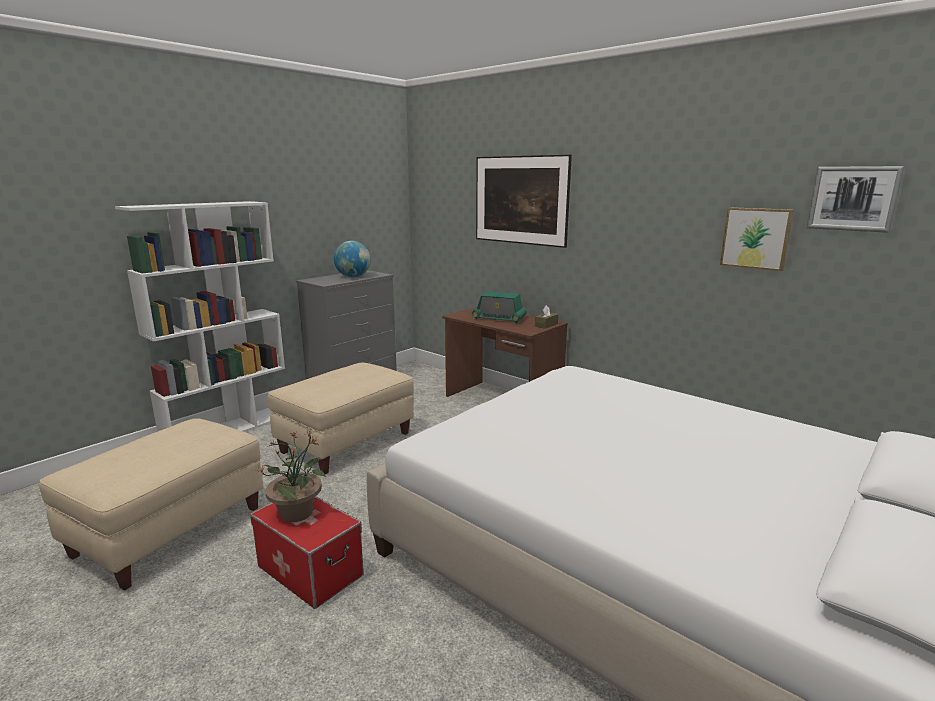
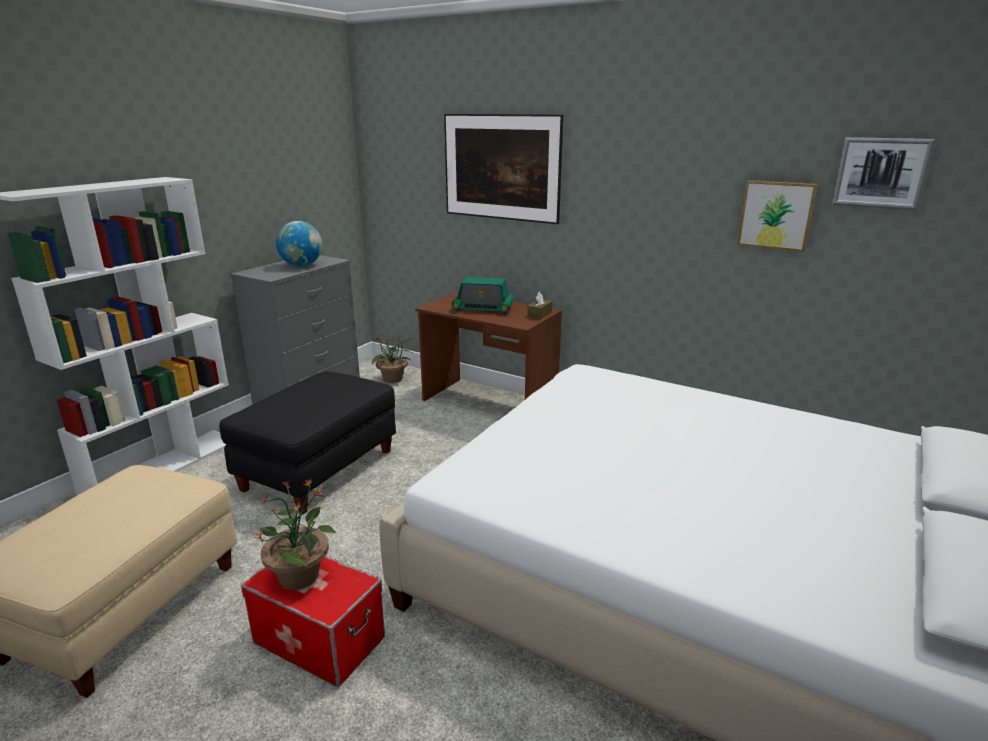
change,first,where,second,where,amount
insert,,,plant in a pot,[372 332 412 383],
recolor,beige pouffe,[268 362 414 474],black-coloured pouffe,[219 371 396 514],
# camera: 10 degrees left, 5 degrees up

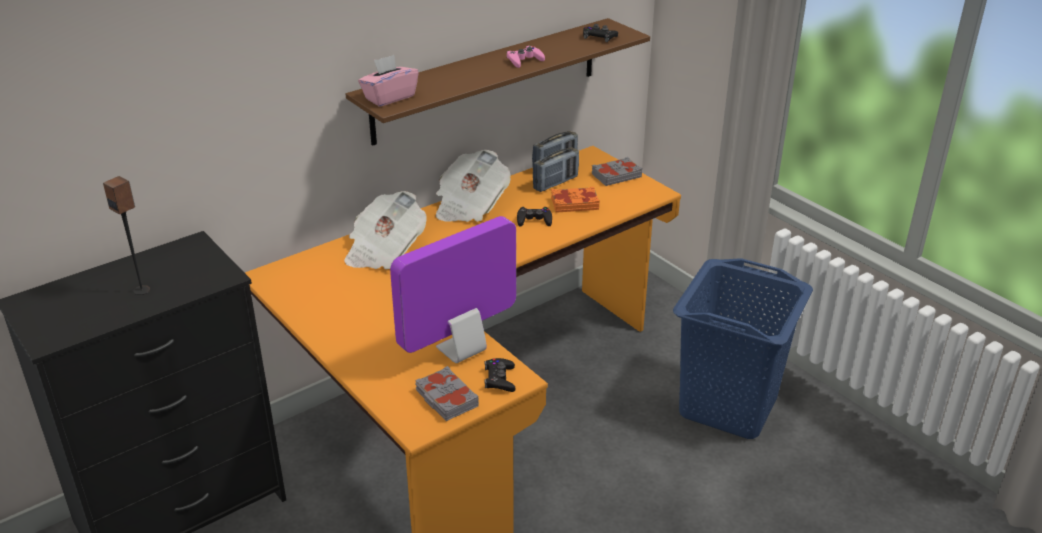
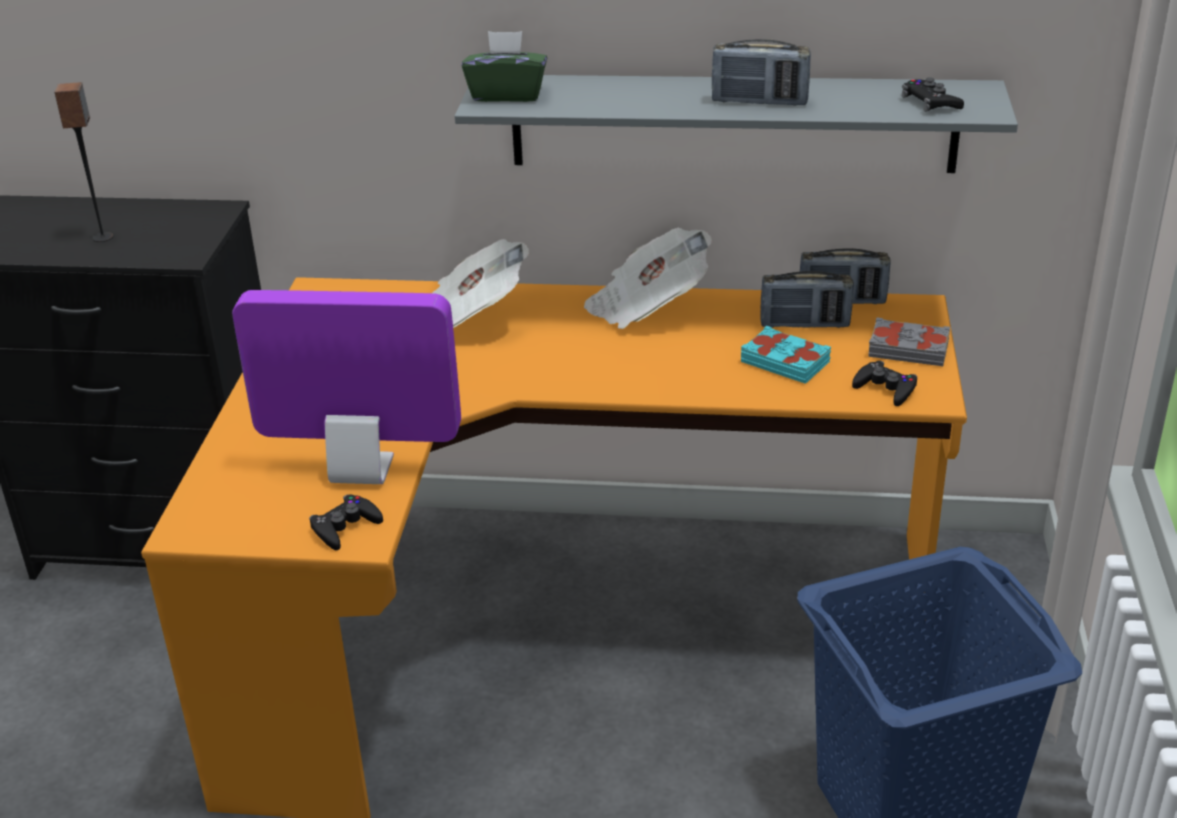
change,first,where,second,where,amount
delete,gray book,[415 366 479 421],,,
move,black-coloured game controller,[517 207 552 226],,[852 361 917 406],
replace,pink game controller,[507 46 545 68],radio receiver,[712 39 811 106],
recolor,brownish wall shelf,[346 18 650 146],gray wall shelf,[455 75 1018 173],
recolor,pink tissue holder,[358 55 419 107],greenish tissue holder,[462 31 547 102],
recolor,orange-coloured book,[551 187 599 213],blue-green book,[741 326 831 384],
# camera: 45 degrees right, 0 degrees up

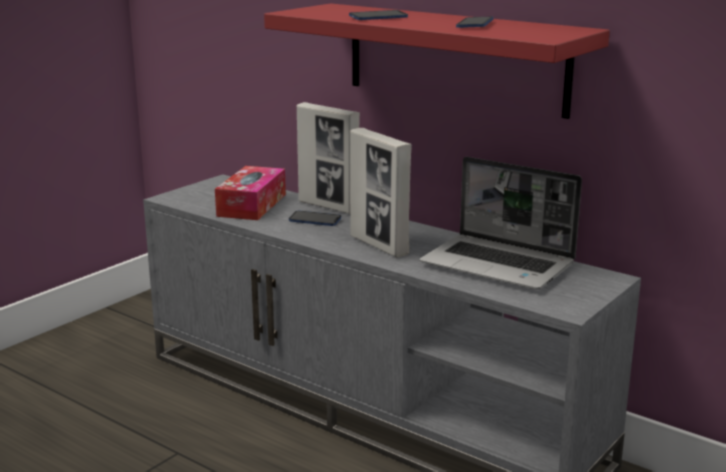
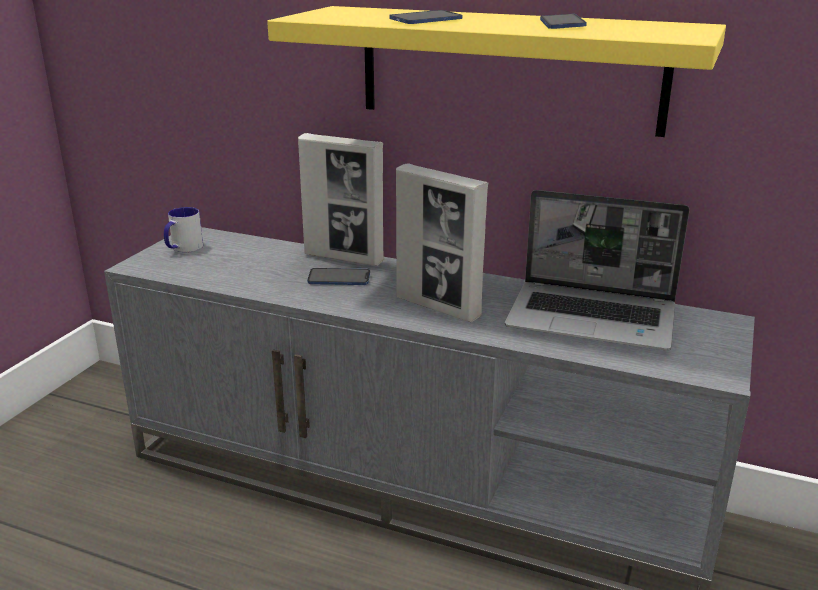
change,first,where,second,where,amount
delete,tissue holder,[215 166 286 220],,,
insert,,,mug,[164 207 203 252],
recolor,red-coloured wall shelf,[264 3 610 119],yellow wall shelf,[267 6 726 137],
# camera: 15 degrees left, 5 degrees up

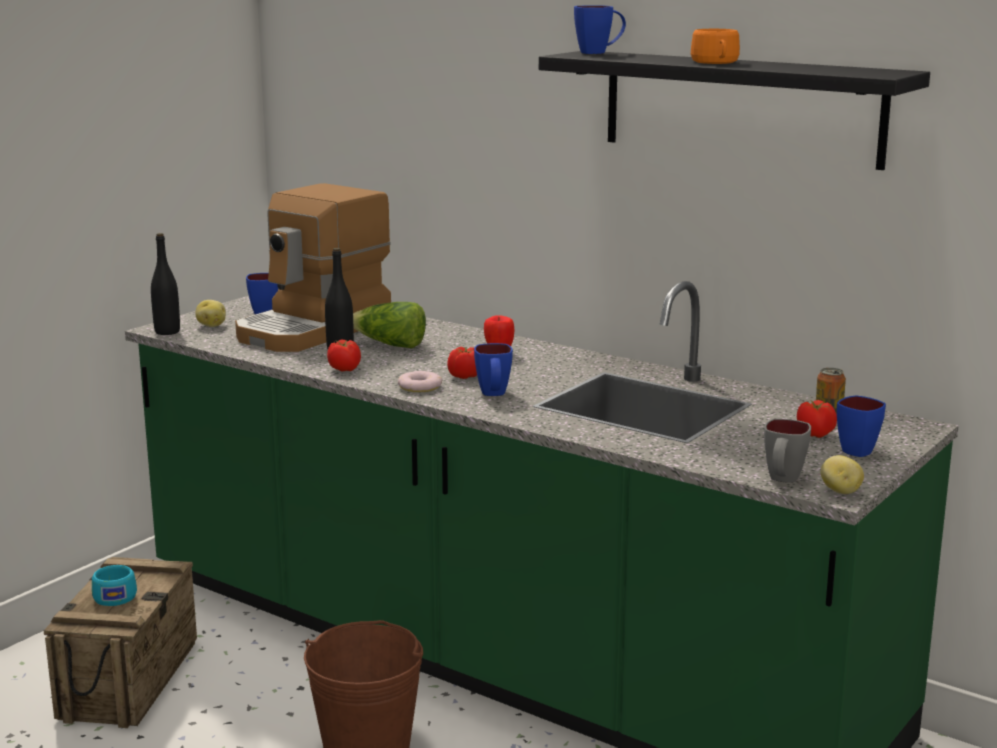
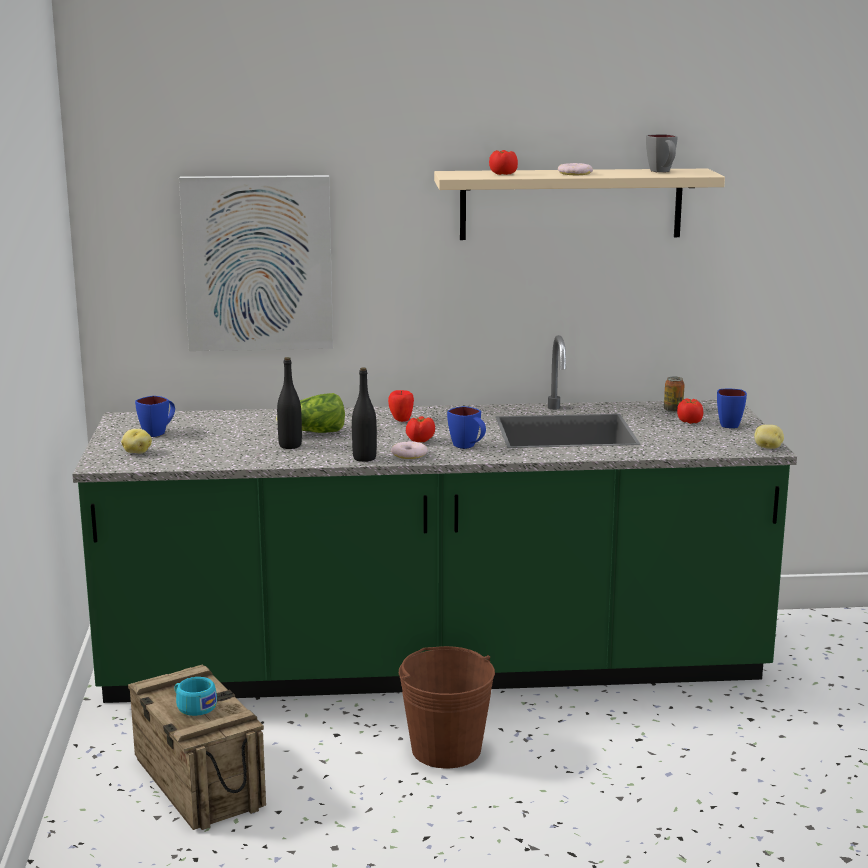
change,first,where,second,where,amount
delete,coffee maker,[235 183 391 352],,,
delete,bluish mug,[574 5 626 54],,,
insert,,,wall picture,[179 175 333 351],
move,black-coloured beverage bottle,[151 233 180 335],,[352 368 377 462],
move,fresh tomato,[327 340 361 372],,[489 150 518 175],
move,gray mug,[764 419 811 483],,[646 134 677 172],
replace,orange-coloured cup,[691 29 740 64],doughnut,[558 163 593 175],
recolor,black-coloured wall shelf,[539 51 930 170],beige wall shelf,[434 169 725 240],
# camera: 40 degrees left, 0 degrees up

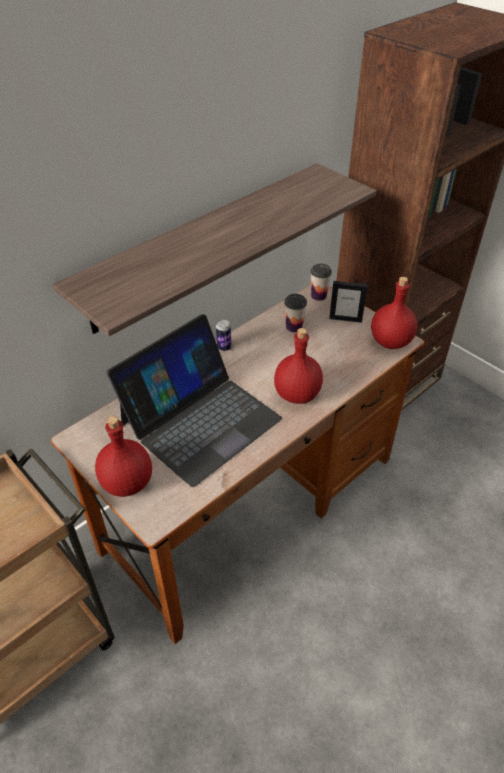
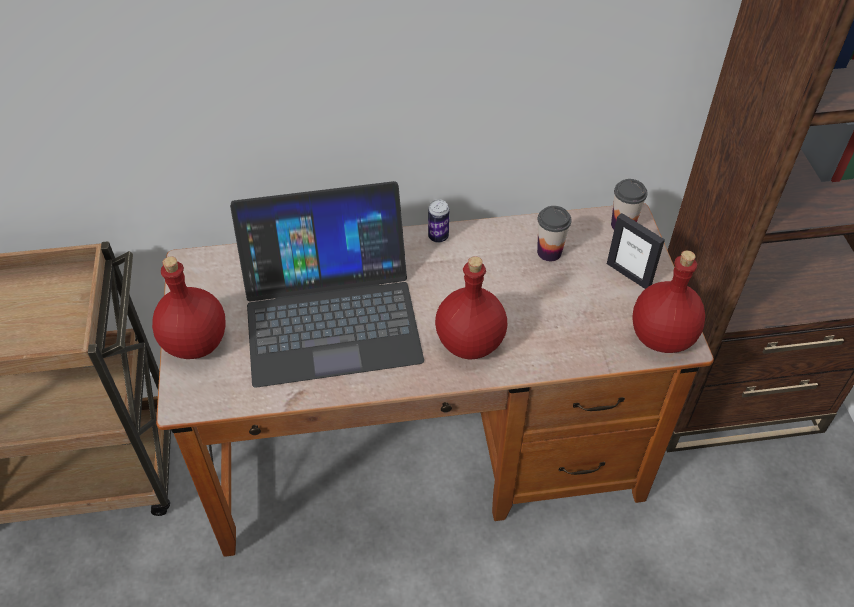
change,first,where,second,where,amount
delete,wall shelf,[52 163 377 336],,,
# camera: 35 degrees right, 5 degrees up

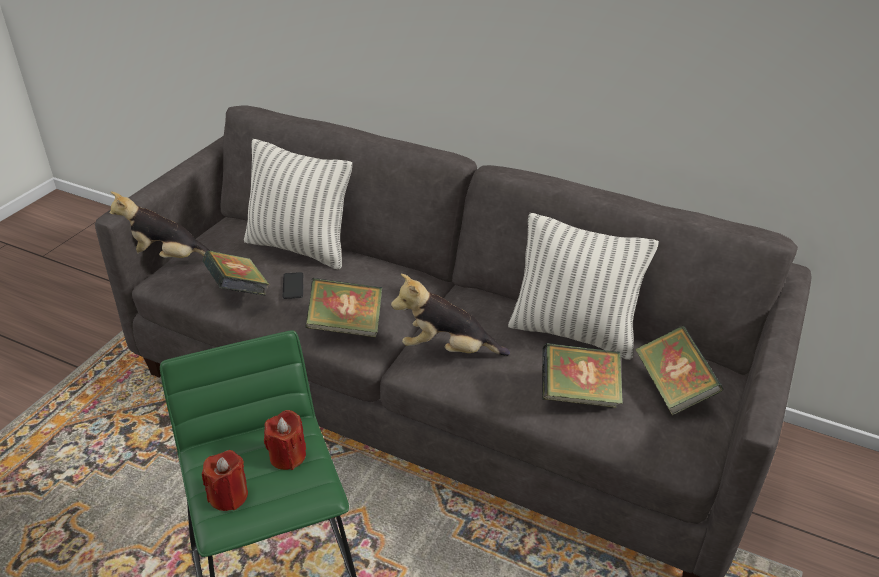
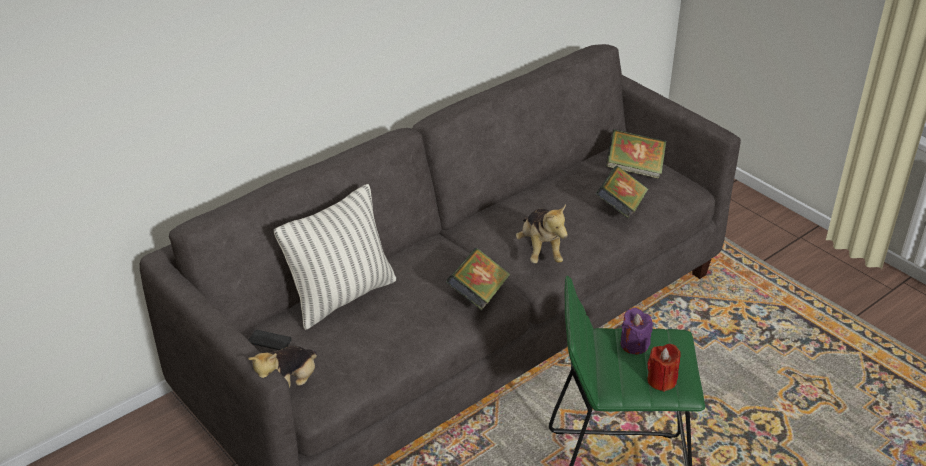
change,first,where,second,where,amount
delete,book,[202 251 270 296],,,
delete,pillow,[508 213 659 360],,,
move,handset,[283 272 303 299],,[249 330 292 350],
recolor,red-coloured wax light,[264 410 306 470],purplish wax light,[621 307 653 354],
rotate,cuddly toy,[391 273 510 356],,[516 204 568 263],45 degrees counterclockwise
# camera: 65 degrees left, 0 degrees up

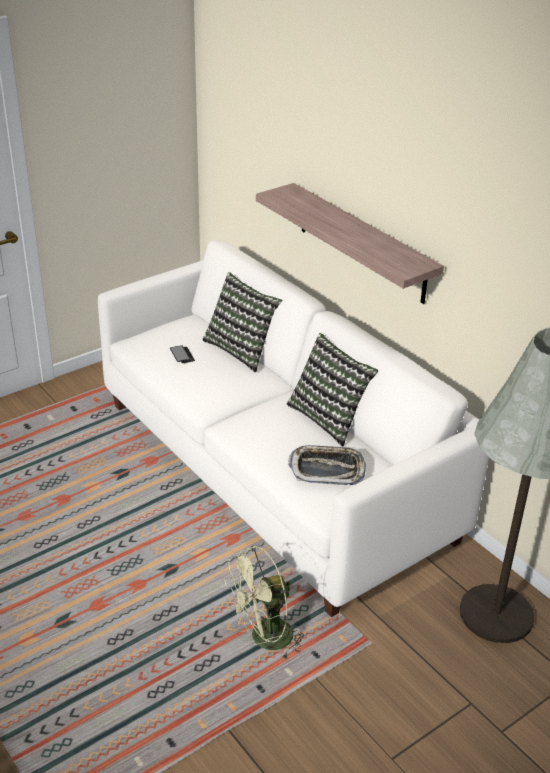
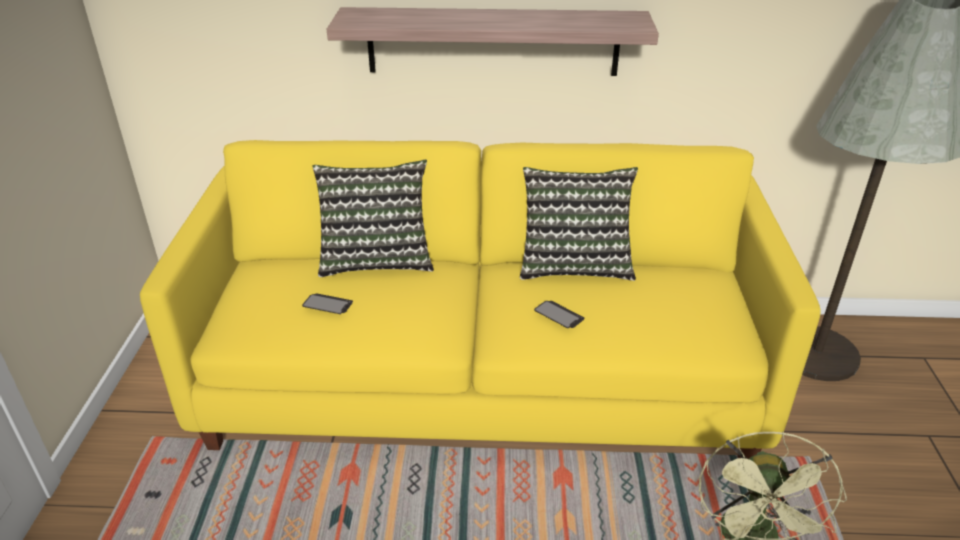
change,first,where,second,where,amount
delete,tray,[288 445 366 485],,,
insert,,,handset,[534 301 584 328],
recolor,white sofa,[98 240 489 617],yellow sofa,[140 140 821 459],
# camera: 50 degrees left, 0 degrees up

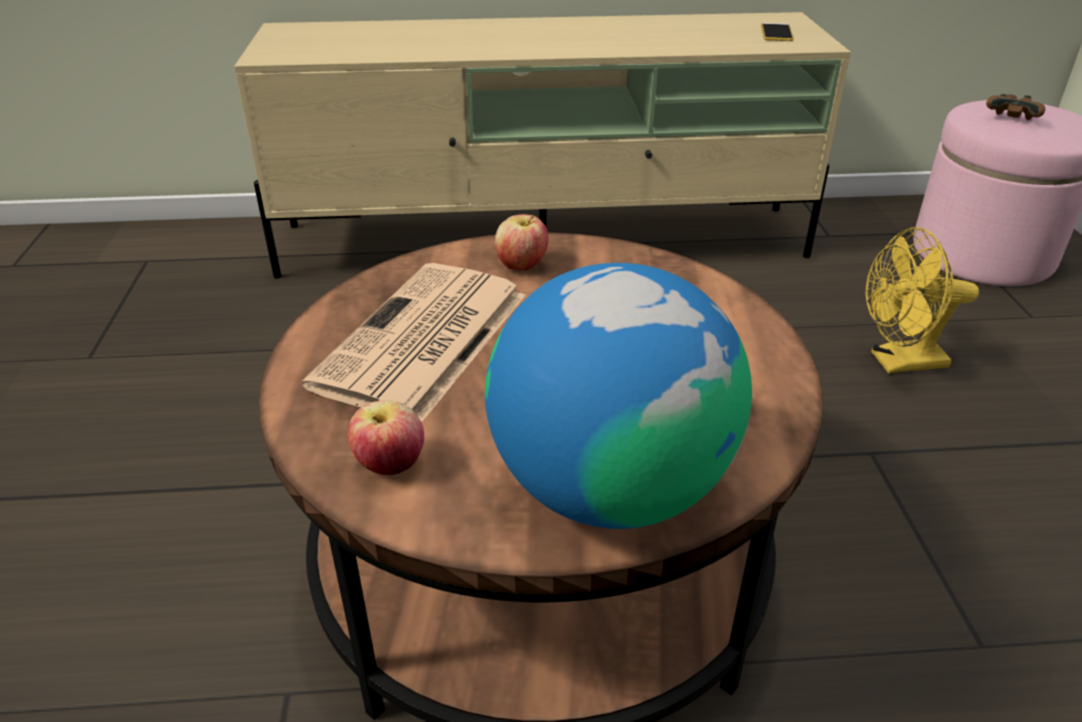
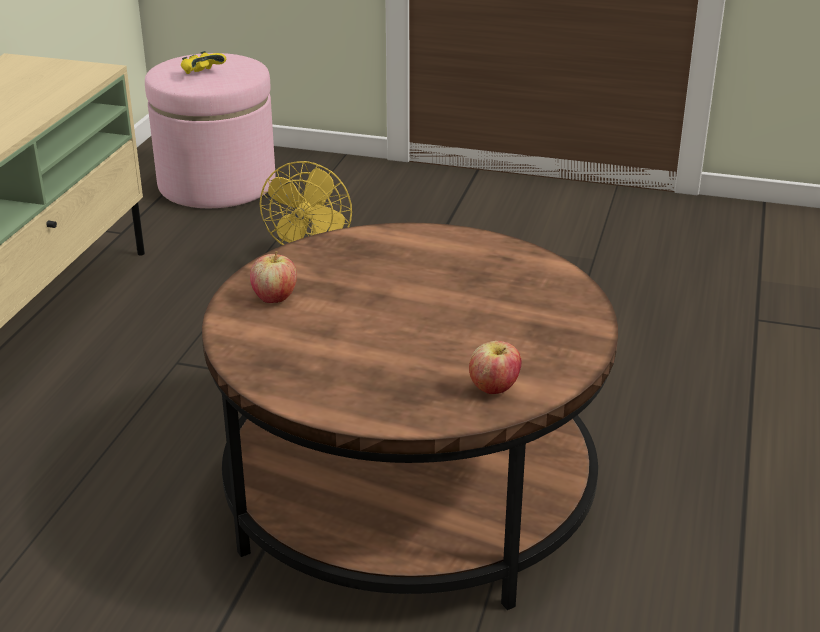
change,first,where,second,where,amount
delete,newspaper,[302 263 526 422],,,
delete,desk globe,[485 263 752 529],,,
delete,handset,[761 22 793 41],,,
recolor,brownish game controller,[986 94 1045 120],yellow game controller,[181 51 226 74],
# camera: 70 degrees left, 5 degrees down

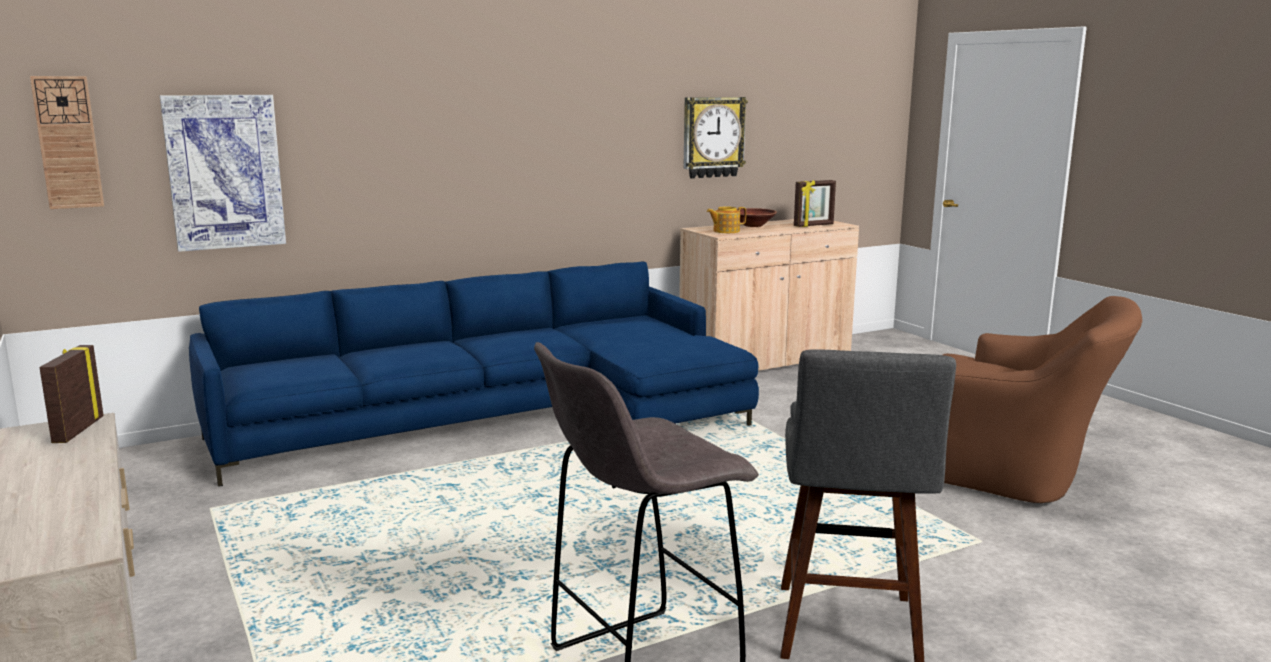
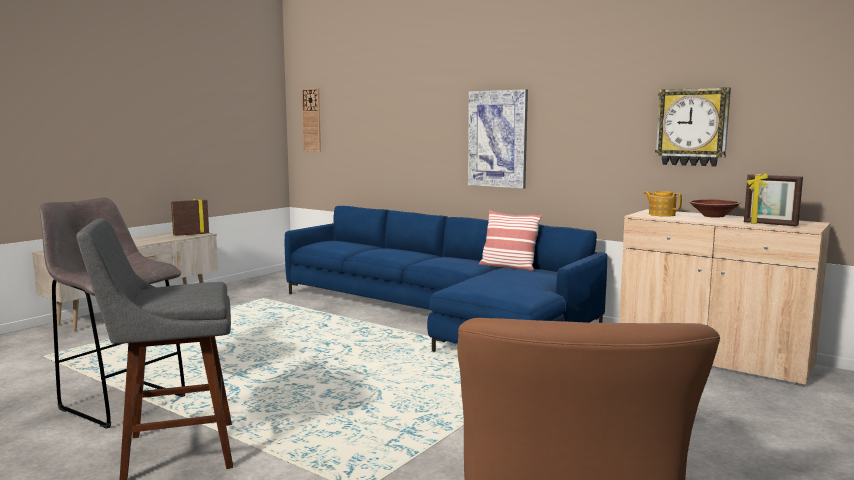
change,first,where,second,where,amount
insert,,,pillow,[479 210 542 271],
move,wall picture,[160 95 286 252],,[468 89 528 189],
# camera: 65 degrees right, 5 degrees down

